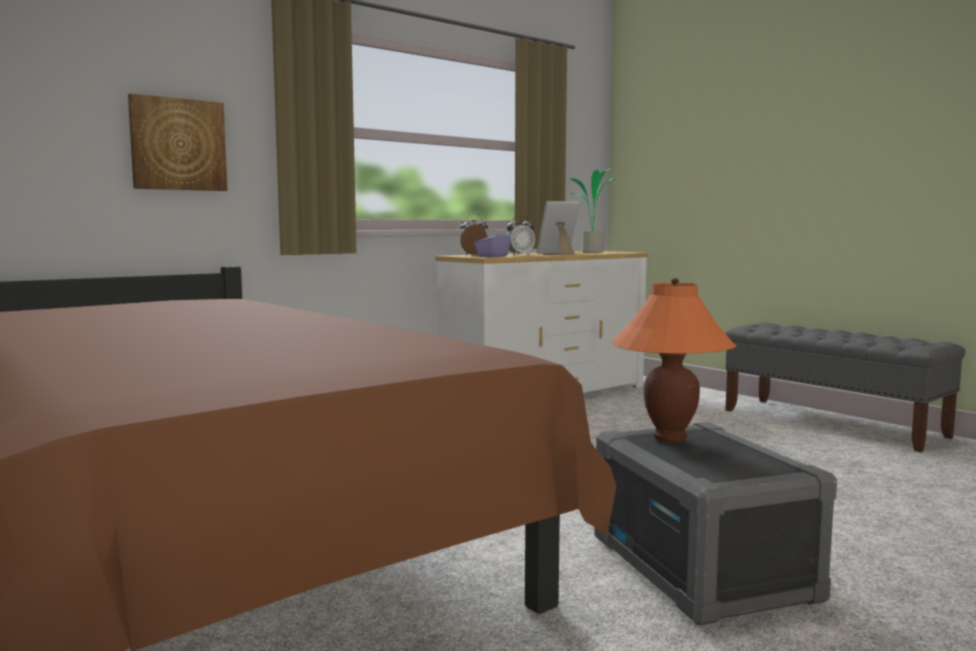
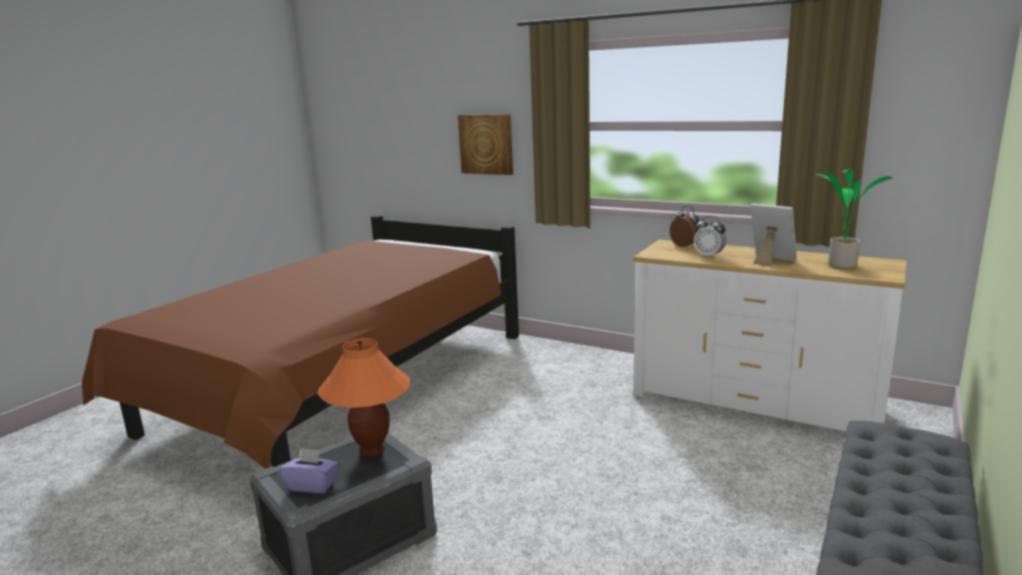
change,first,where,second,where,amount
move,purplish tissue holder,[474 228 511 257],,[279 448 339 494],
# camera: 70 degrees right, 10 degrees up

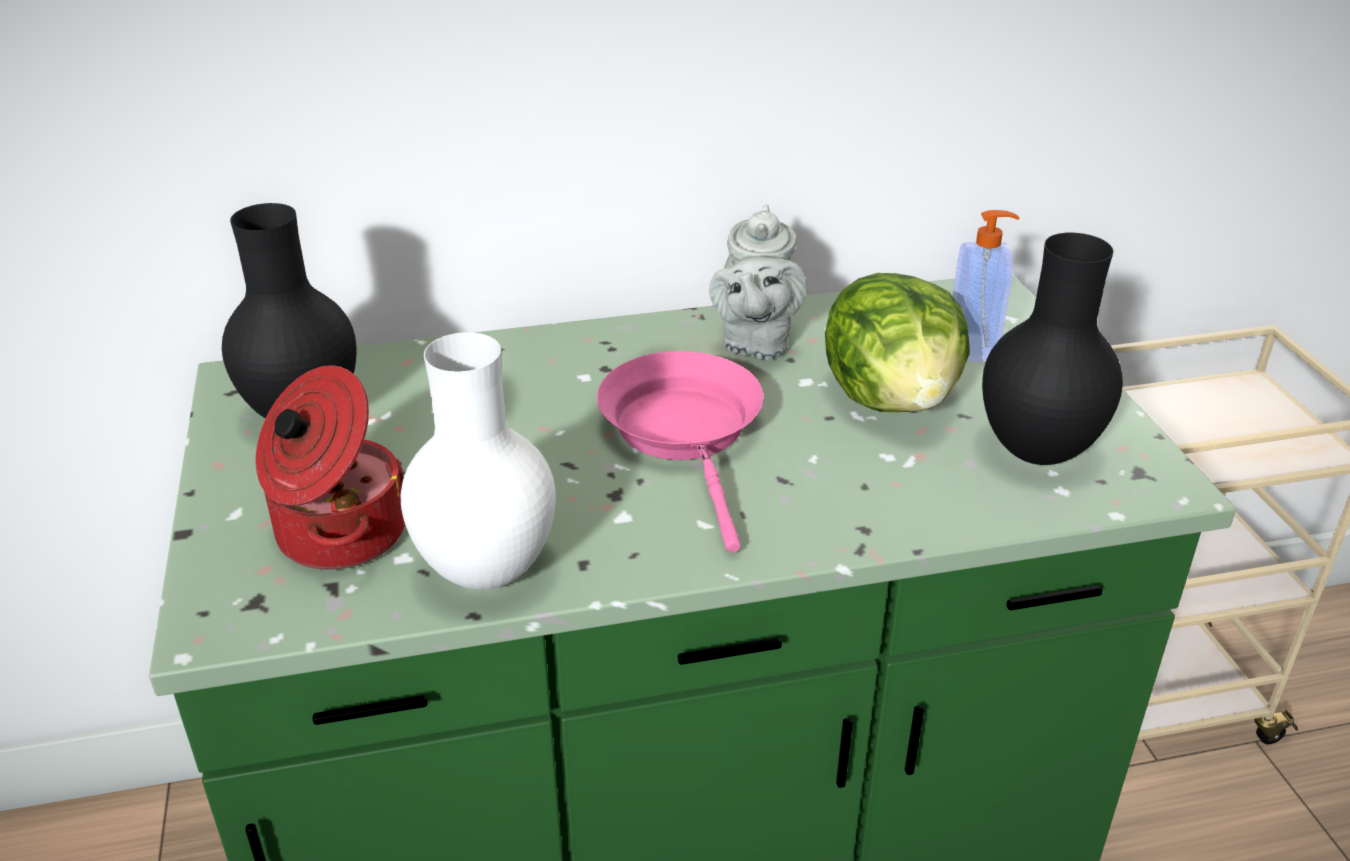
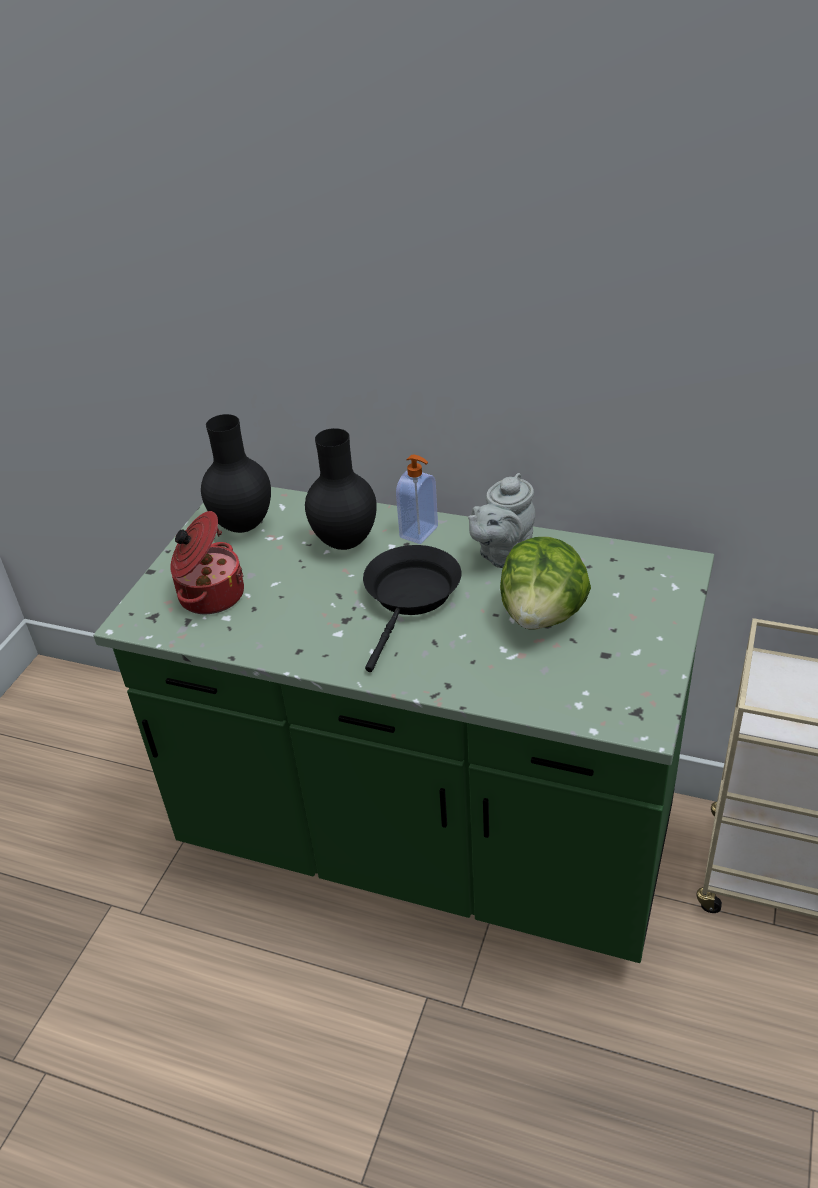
change,first,where,second,where,amount
delete,white vase,[401 332 556 590],,,
move,soap bottle,[953 210 1019 362],,[396 455 438 544],
move,black-coloured vase,[982 233 1123 465],,[305 428 377 550],
recolor,pink frying pan,[597 351 764 553],black-coloured frying pan,[363 545 461 672],
# camera: 35 degrees right, 5 degrees up

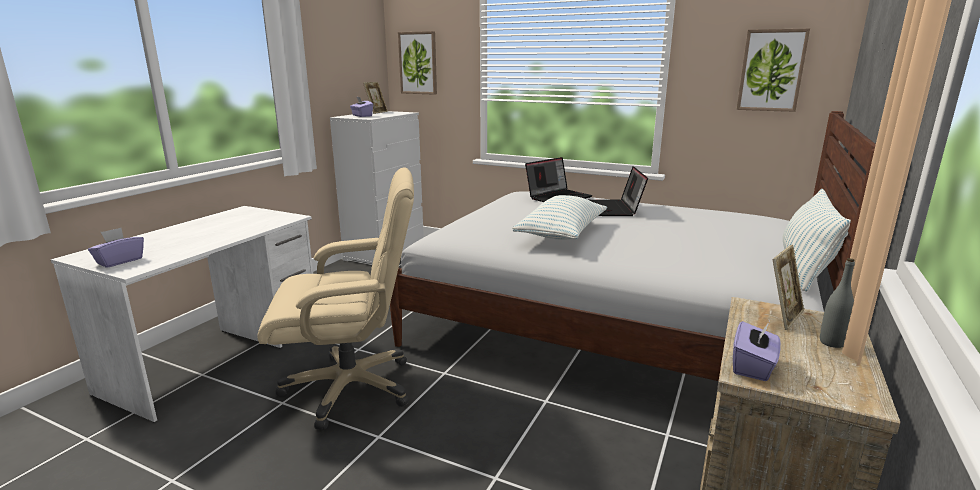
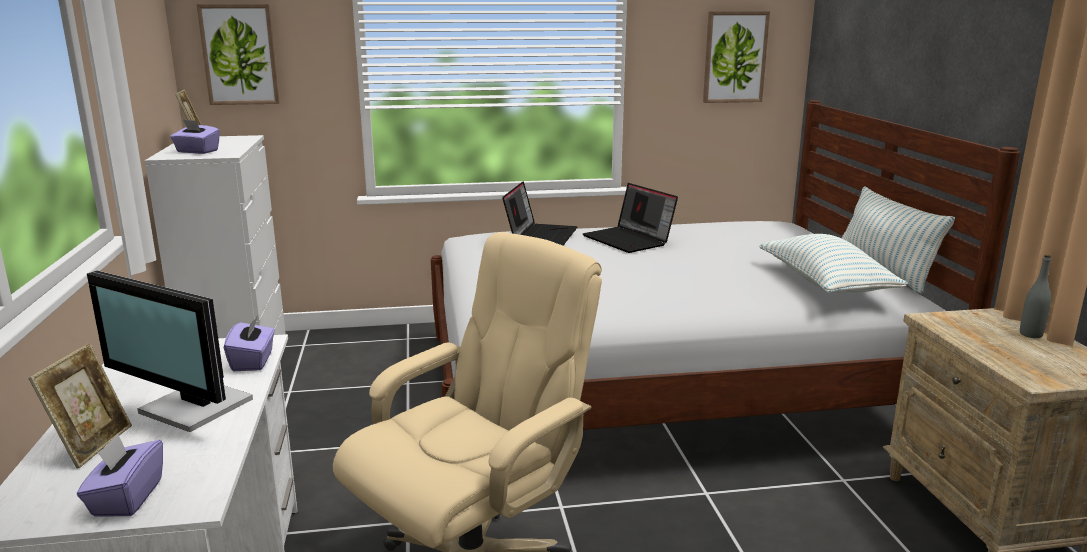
change,first,where,second,where,amount
insert,,,monitor,[87 271 253 432],
move,pillow,[512 195 607 240],,[759 234 908 293],
move,purplish tissue holder,[733 321 781 381],,[224 315 275 371],
move,photo frame,[773 245 804 330],,[29 343 132 469],
# camera: 35 degrees left, 0 degrees up

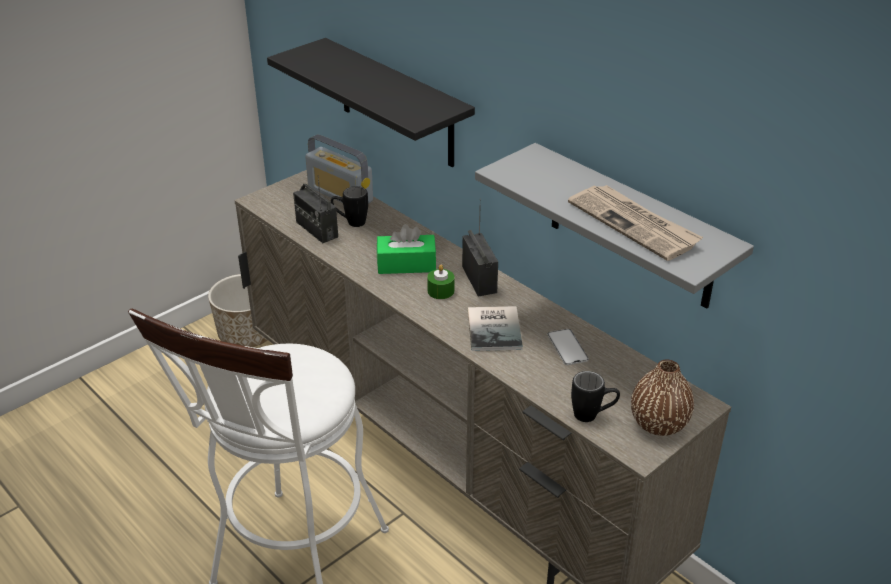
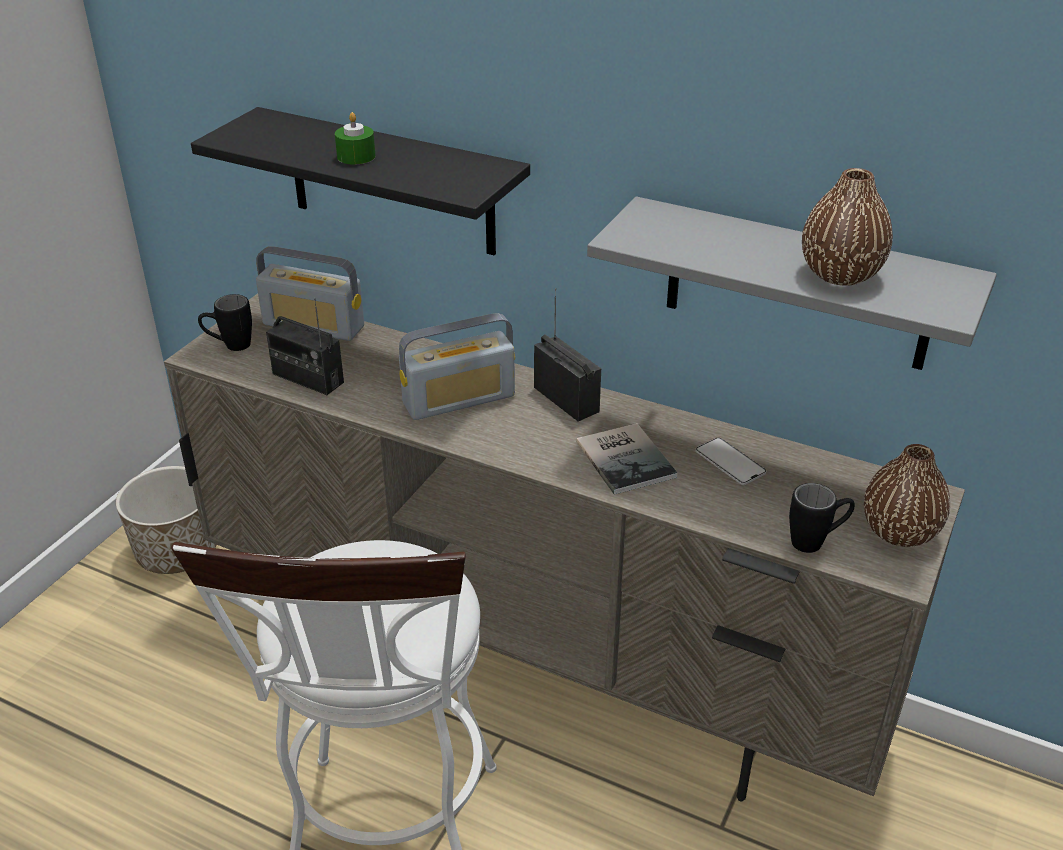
change,first,where,second,where,amount
move,black-coloured mug,[331 186 368 227],,[198 294 252 351],
move,greenish wax light,[427 264 455 299],,[335 112 375 165],
replace,greenish tissue holder,[377 224 436 274],radio receiver,[399 313 515 420],
replace,newspaper,[568 185 703 261],brownish vase,[802 168 893 286],
# camera: 20 degrees left, 0 degrees up

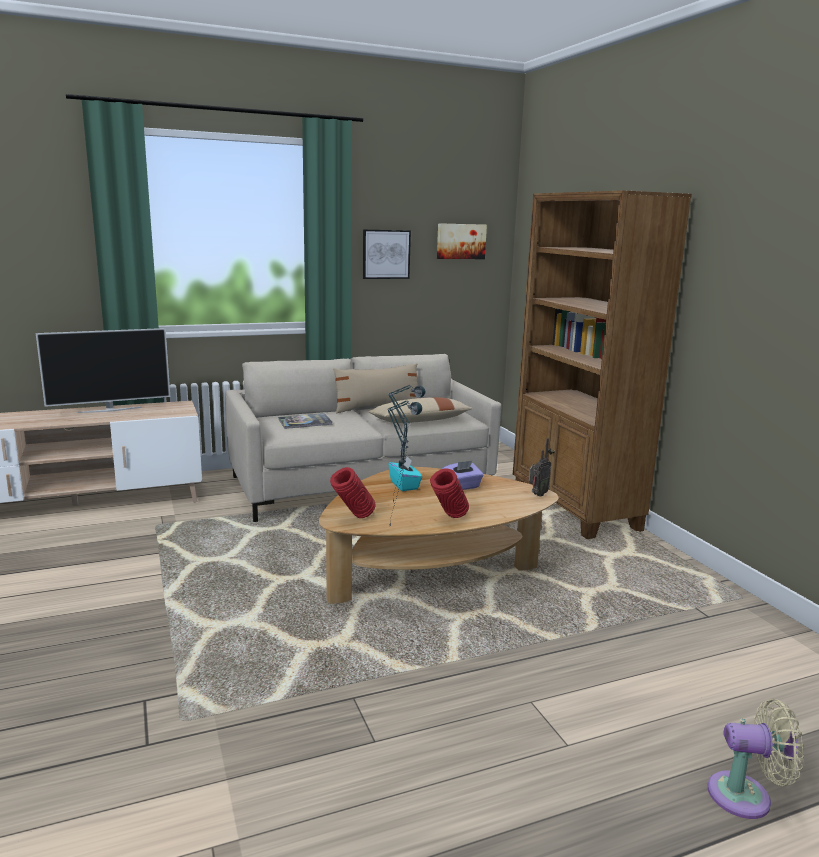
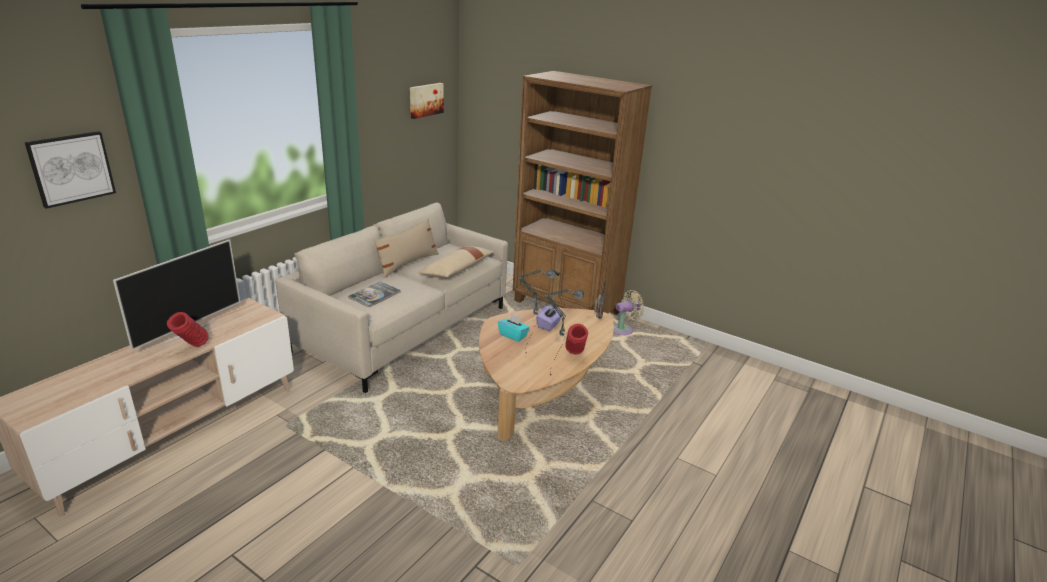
change,first,where,second,where,amount
move,red-coloured vase,[330 467 376 518],,[167 312 209 347],
move,wall picture,[363 229 411 279],,[24 131 116 209],
move,beige electric fan,[708 699 804 819],,[614 290 645 335],
# camera: 35 degrees left, 10 degrees up

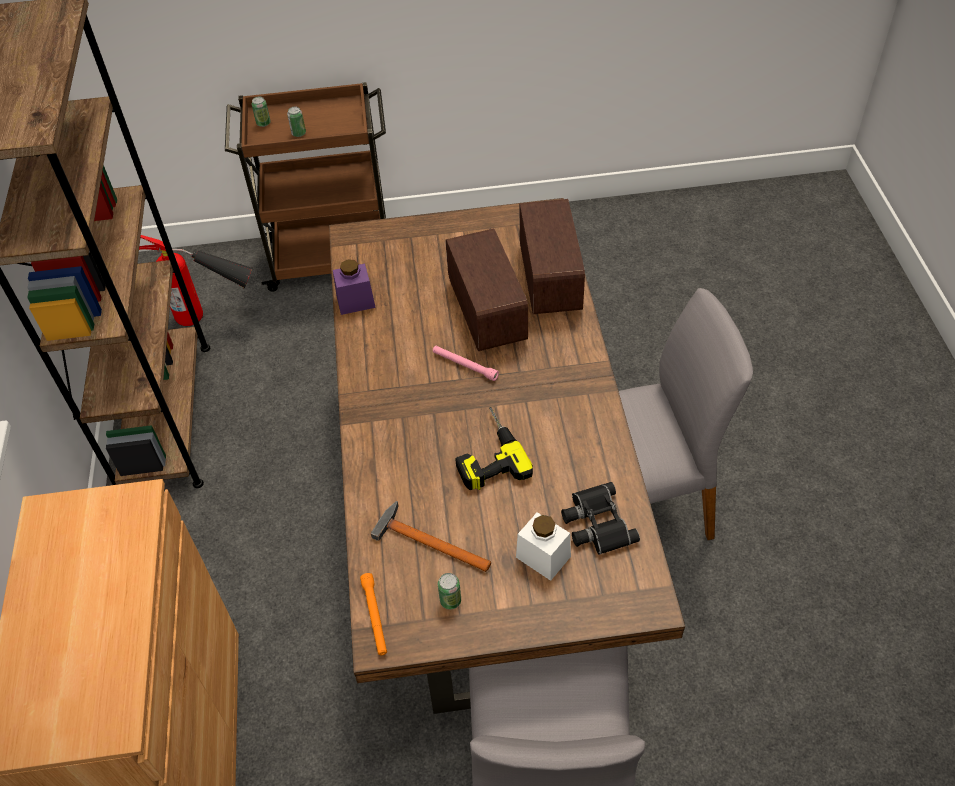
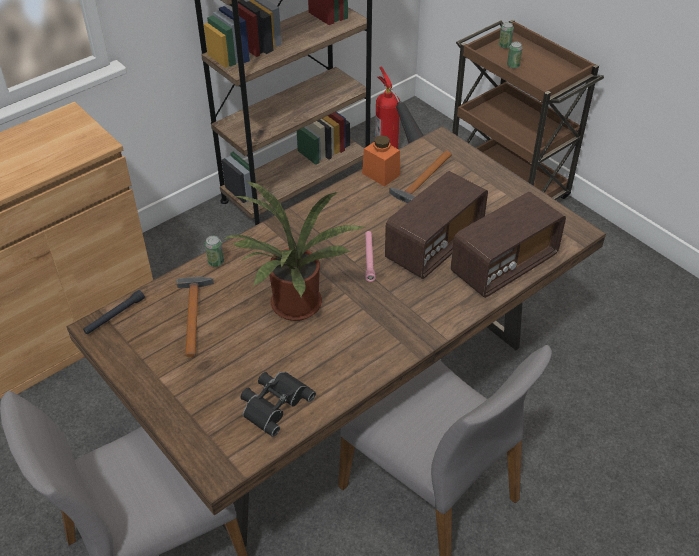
change,first,where,second,where,amount
delete,white jar,[516 512 571 581],,,
insert,,,hammer,[389 151 452 203],
move,can,[438 573 461 609],,[205 236 224 267],
replace,drill,[455 407 533 490],plant in a pot,[222 181 365 321],
recolor,purplish jar,[333 259 376 315],orange-coloured jar,[362 135 400 187],
recolor,orange-coloured hand torch,[360 573 387 655],black-coloured hand torch,[83 290 145 334],
# camera: 55 degrees right, 5 degrees down

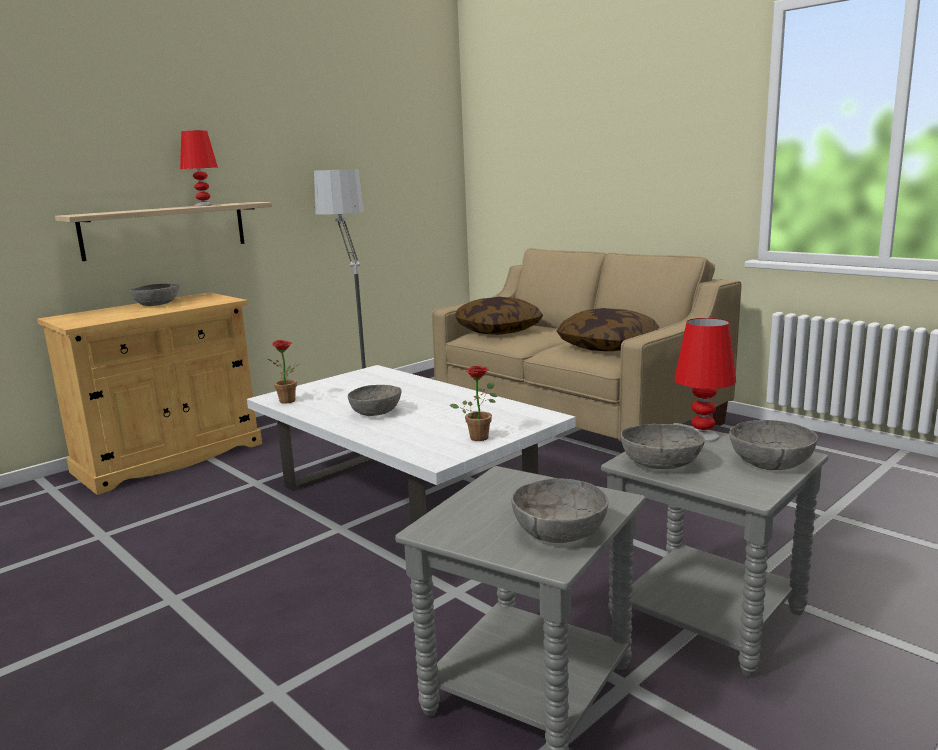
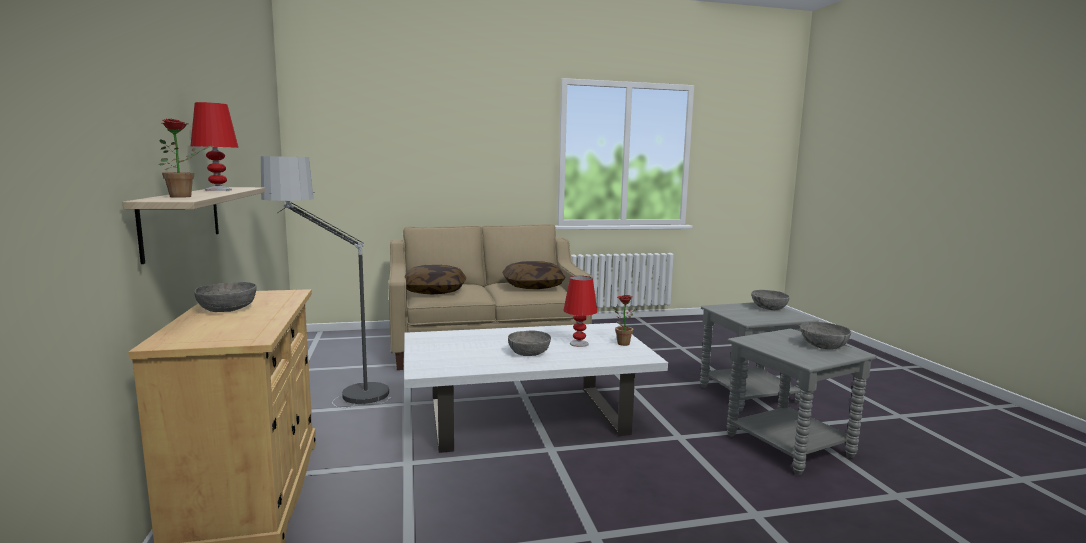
change,first,where,second,where,amount
delete,gray serving bowl,[621 424 705 469],,,
move,plant in a pot,[268 340 299 404],,[159 119 211 198],
move,red-coloured lamp for a table,[674 318 736 442],,[563 276 597 347],
# camera: 60 degrees left, 5 degrees down

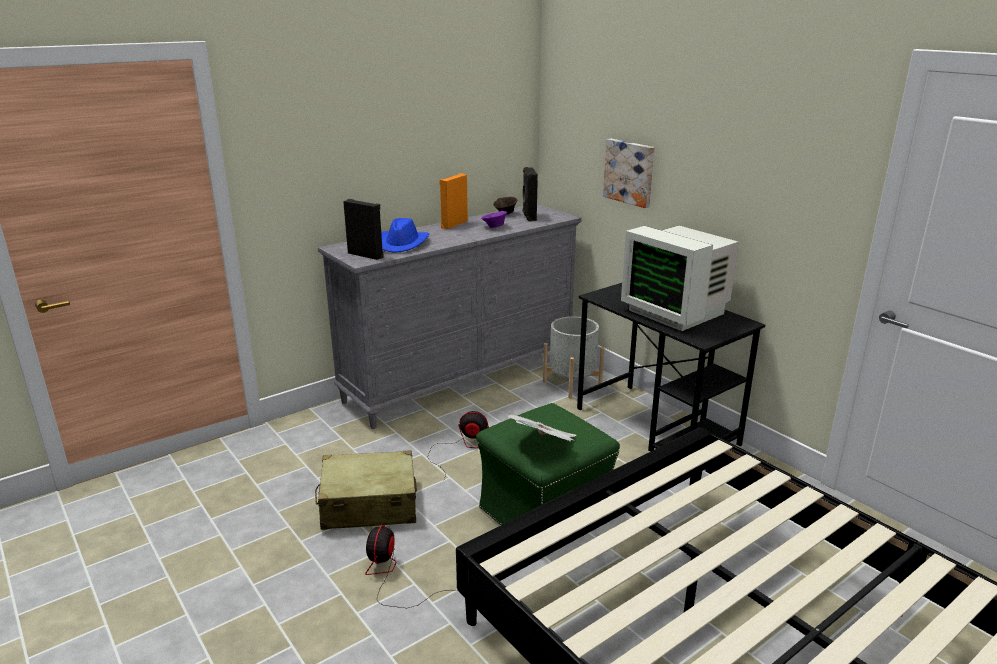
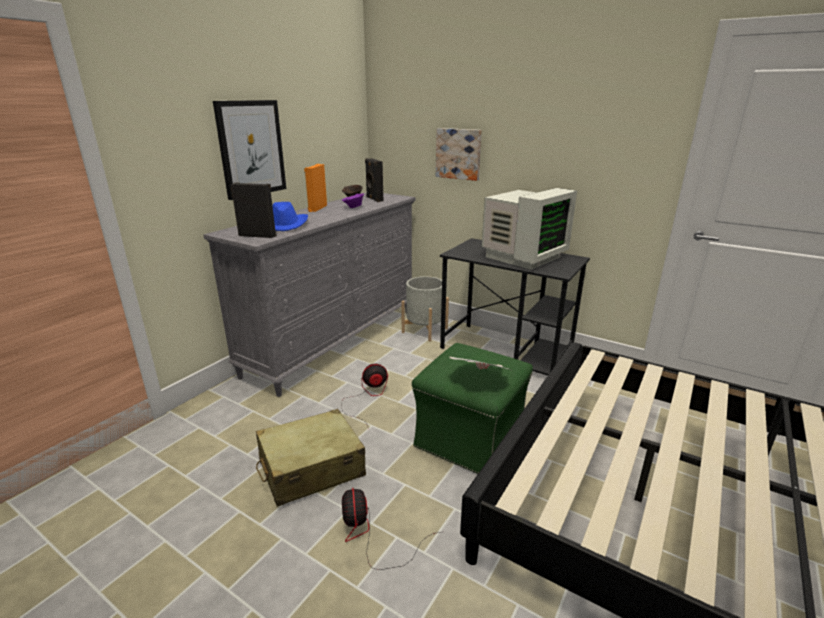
change,first,where,second,where,amount
insert,,,wall picture,[213 100 286 200],
rotate,monitor,[621 225 739 331],,[482 188 577 270],75 degrees counterclockwise
# camera: 20 degrees left, 0 degrees up

